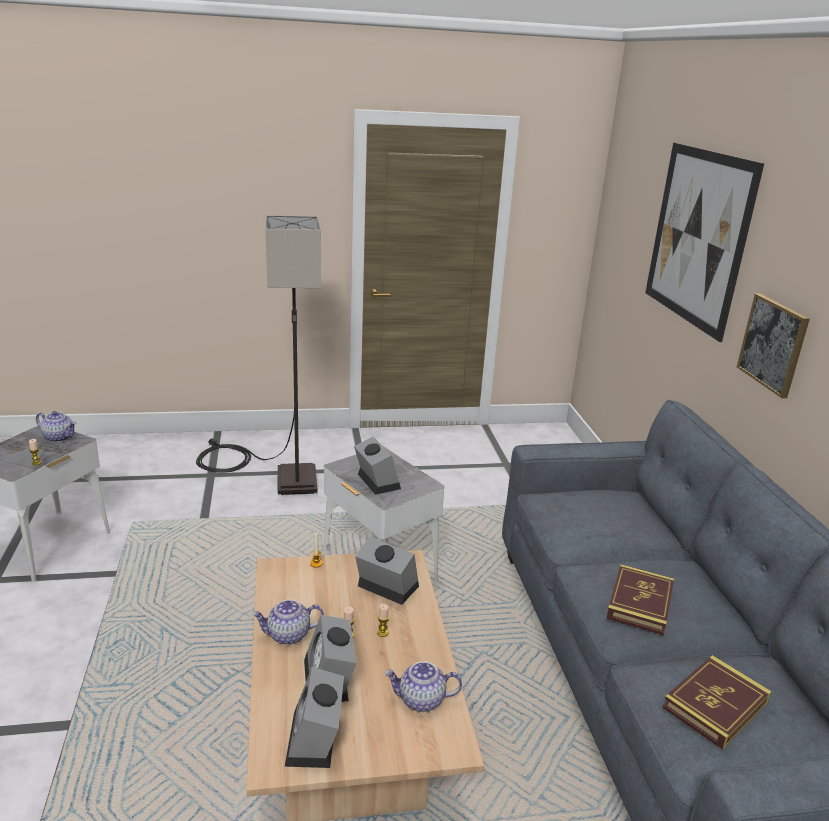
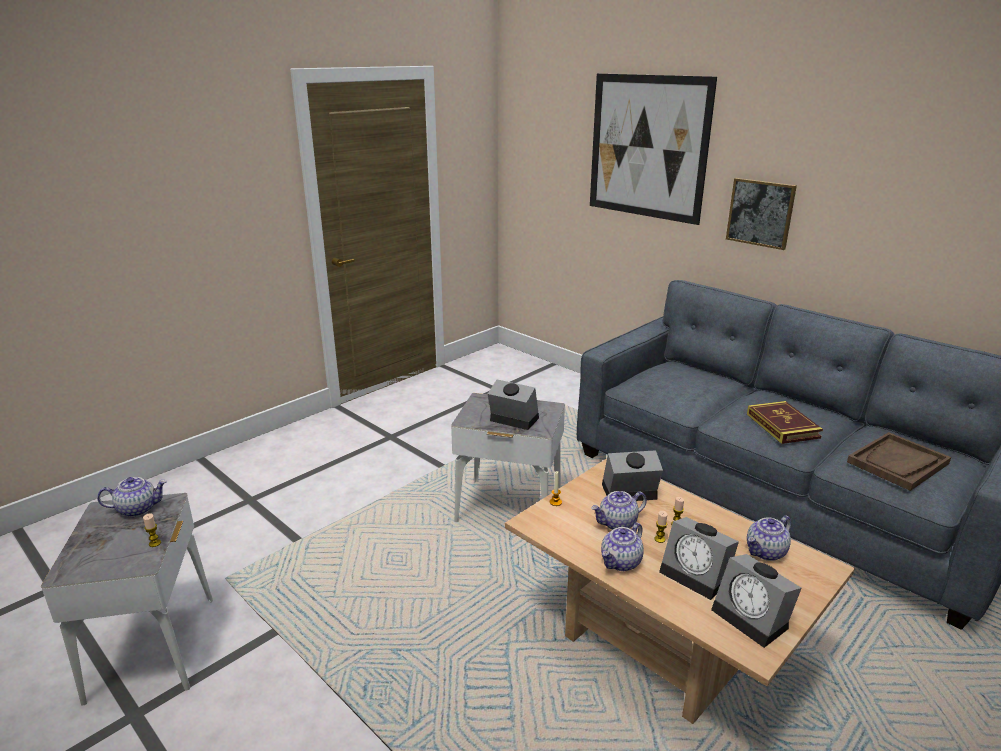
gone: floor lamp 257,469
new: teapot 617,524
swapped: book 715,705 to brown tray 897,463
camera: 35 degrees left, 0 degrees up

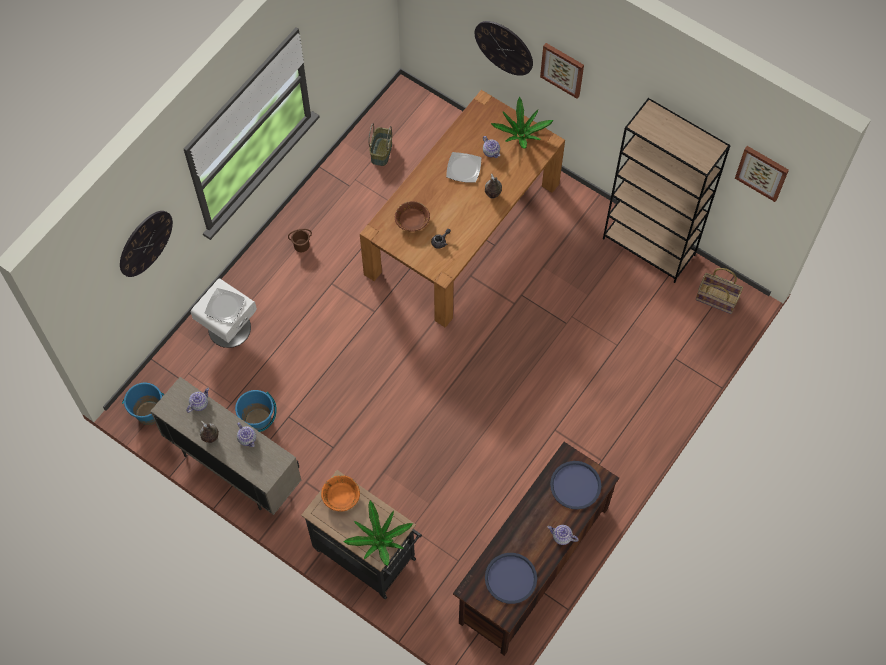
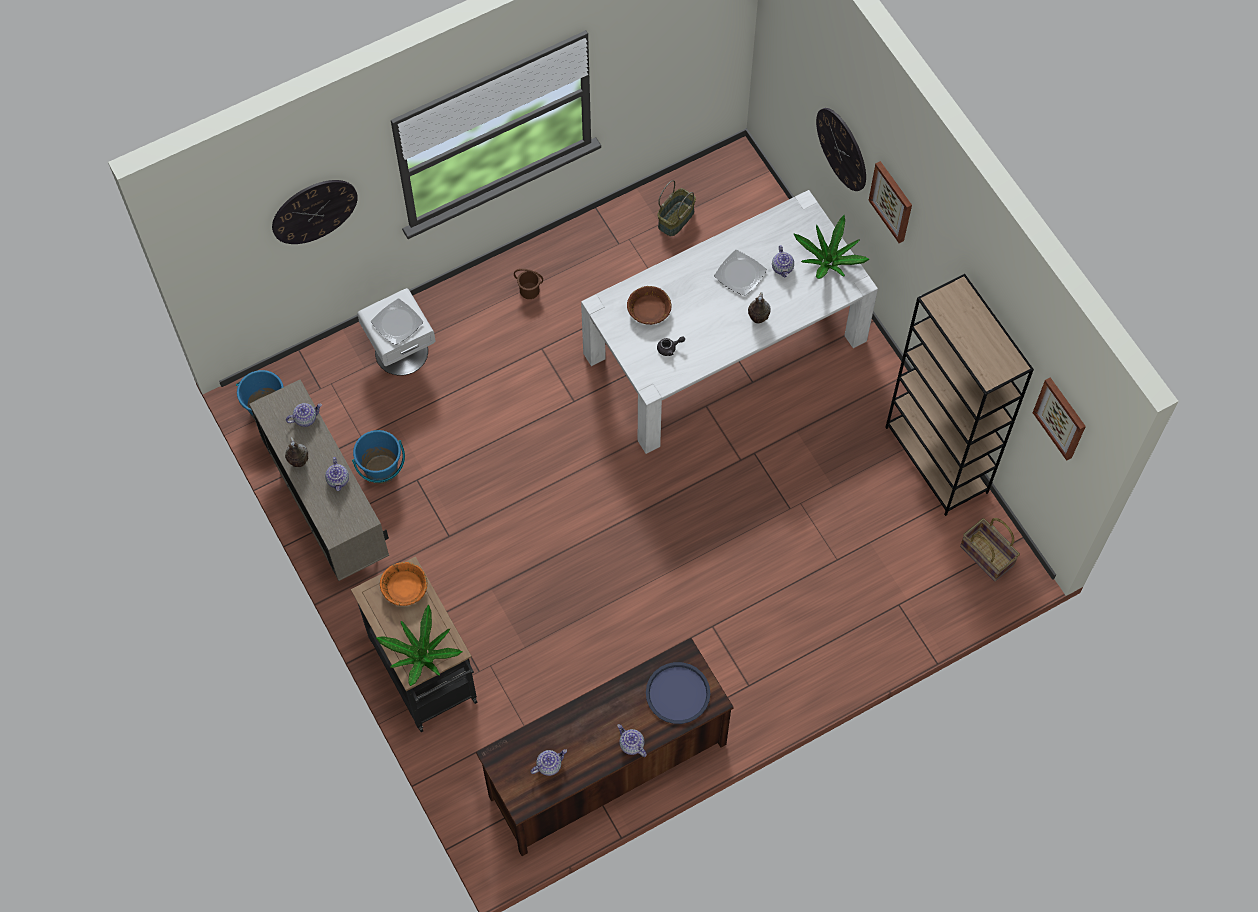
swapped: blue tray 510,578 to teapot 549,765
repainted: brown dining table 462,228 to white dining table 725,347
camera: 25 degrees right, 0 degrees up

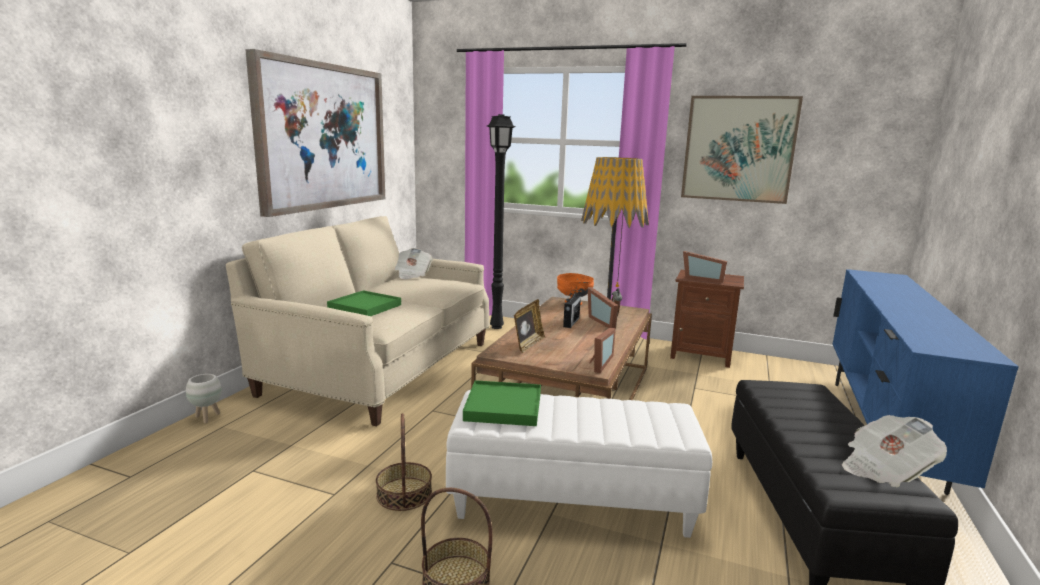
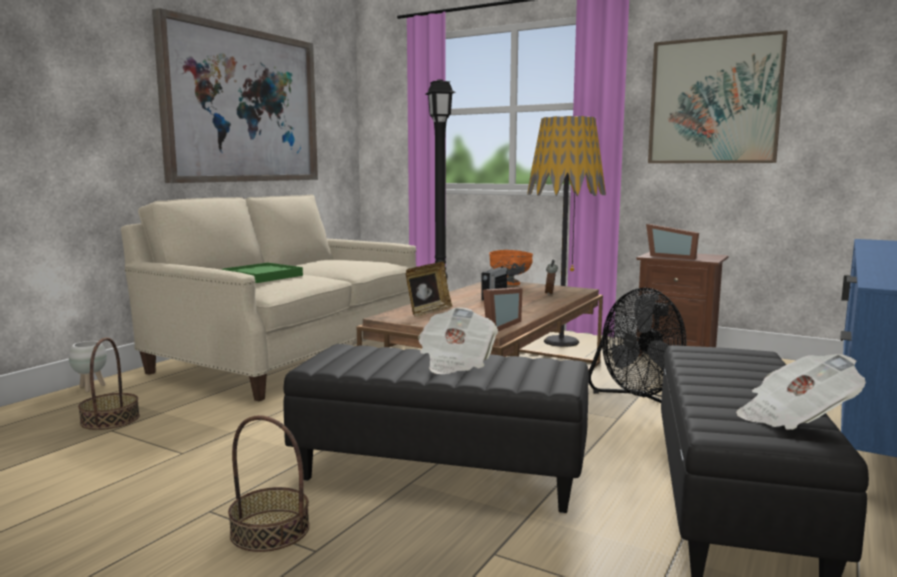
gone: picture frame 604,321; green tray 503,407
new: black fan 644,404
shifted: newspaper 412,274 to 455,362; basket 404,494 to 110,419
repainted: white ottoman 572,501 to black ottoman 441,473
camera: 10 degrees right, 5 degrees down

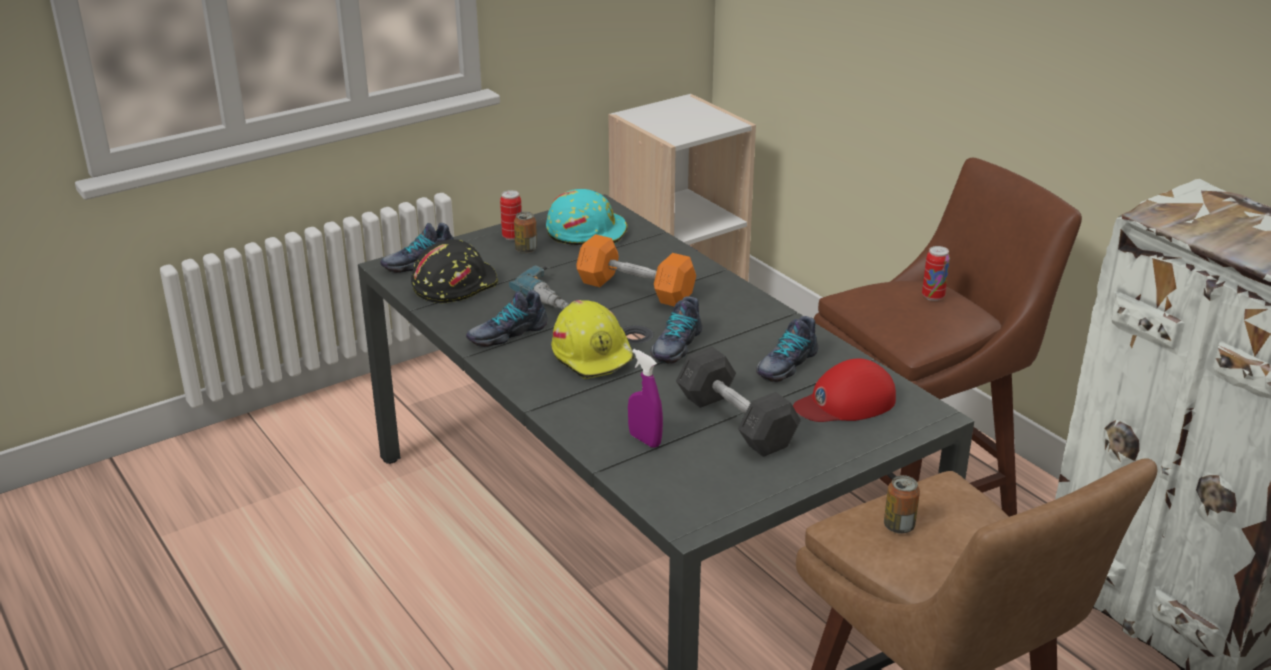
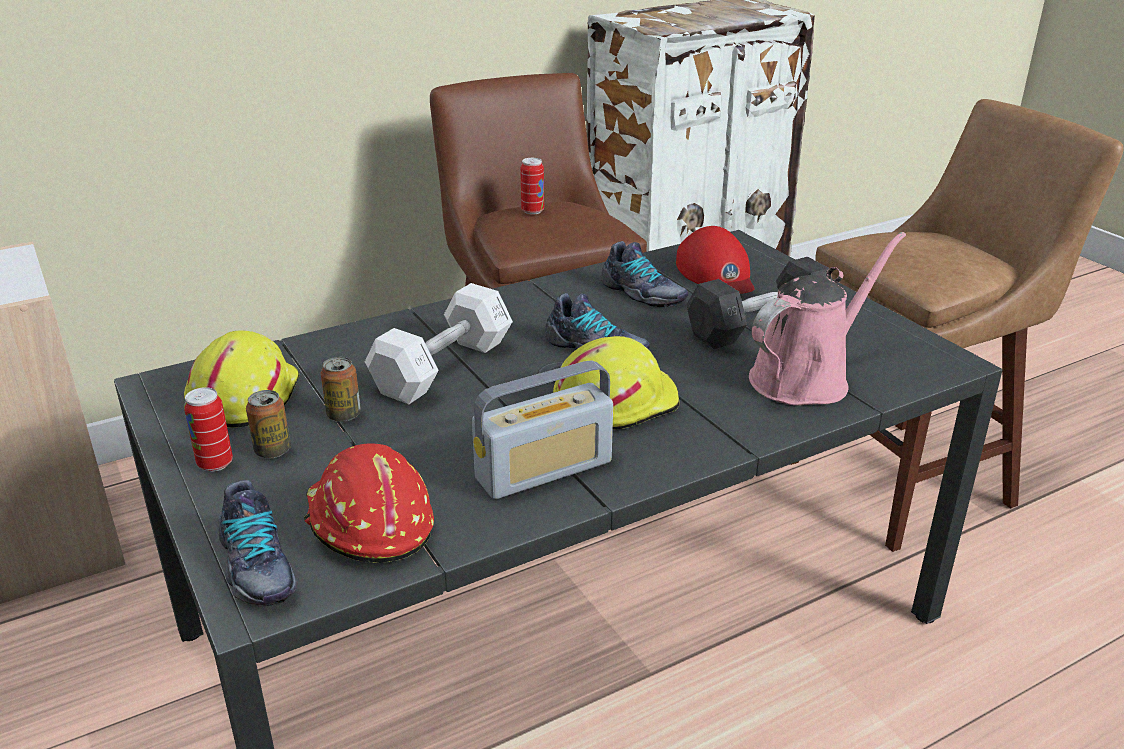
gone: power drill 551,296
shifted: can 899,526 to 344,415
swapped: shoe 506,333 to radio 544,470; purple spray bottle 645,440 to pink watering can 806,378
repainted: turquoise hard hat 586,232 to yellow hard hat 243,397; orange dumbbell 635,289 to white dumbbell 443,367; black hard hat 454,285 to red hard hat 367,523
camera: 85 degrees left, 0 degrees up

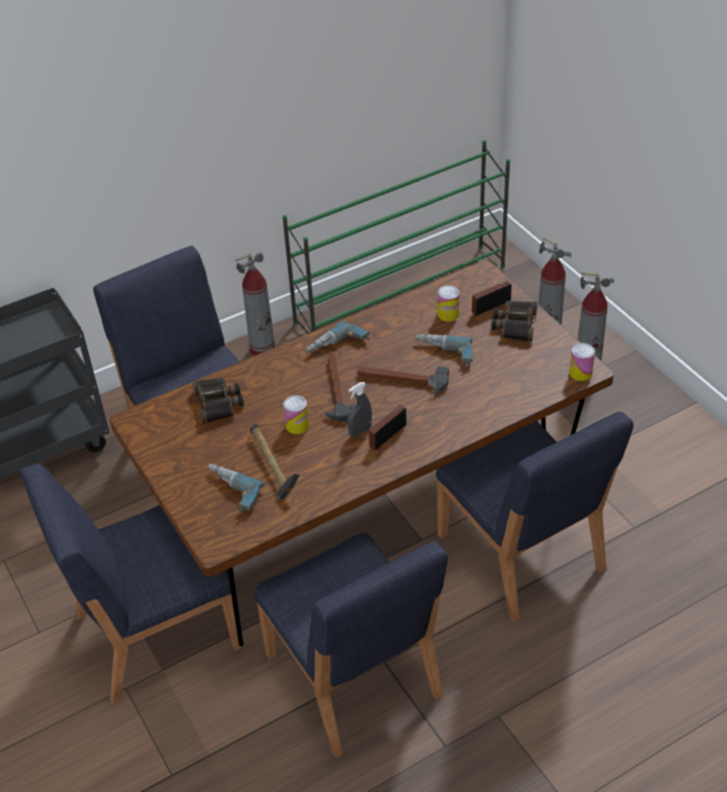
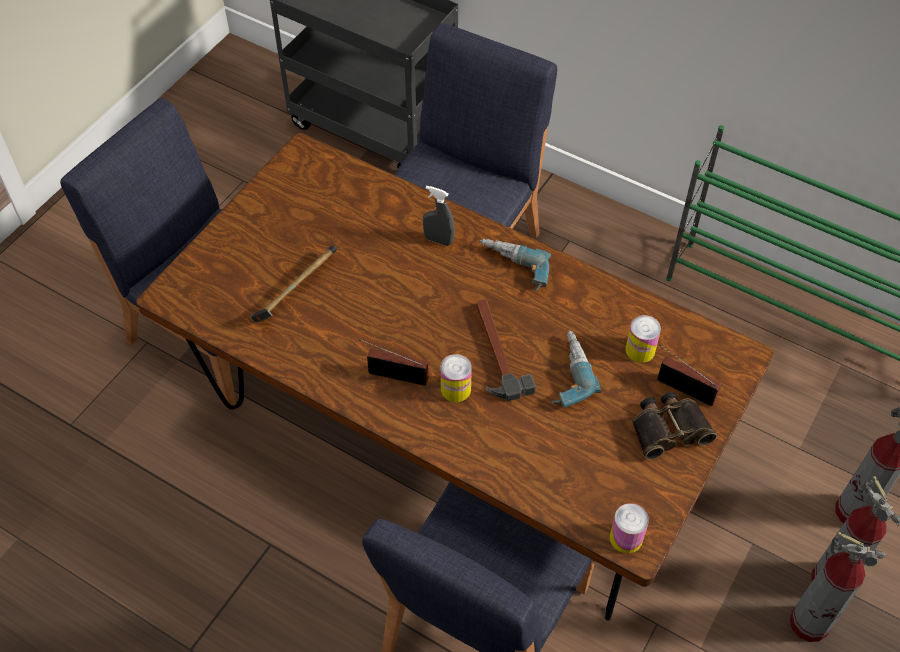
gone: hammer 337,390; binoculars 219,403; power drill 229,492; blue chair 353,677
shifted: fire extinguisher 263,349 to 809,623; grey spray bottle 360,431 to 438,240; can 297,425 to 455,389
camera: 60 degrees right, 10 degrees up

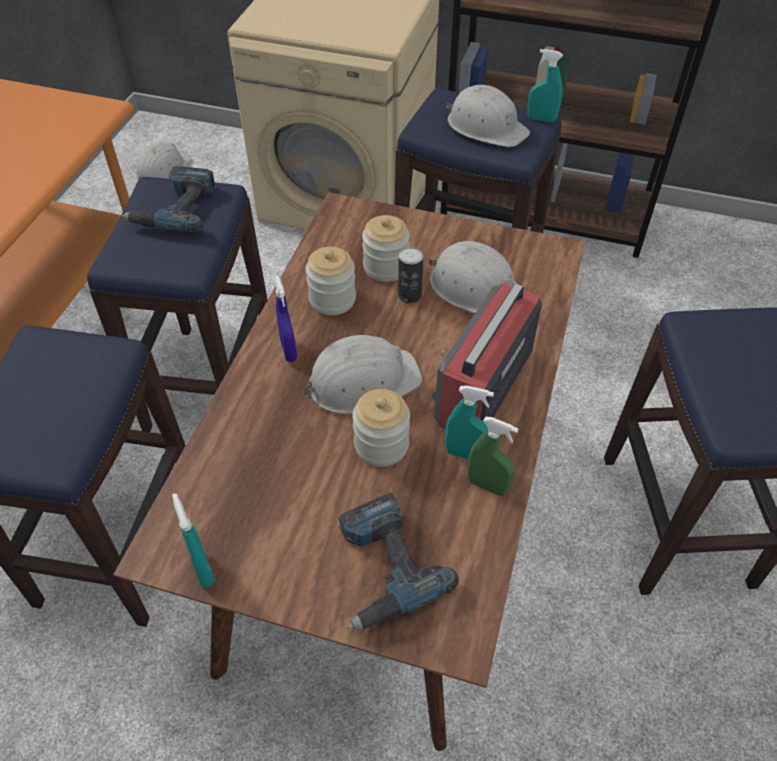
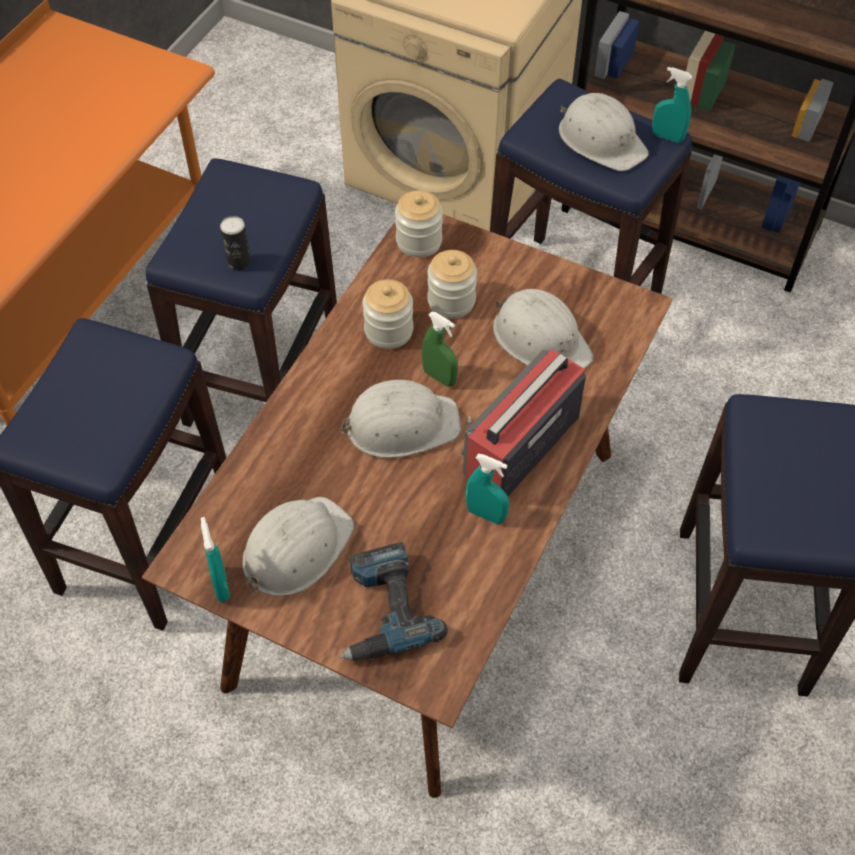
gone: power drill 175,208; blue spray bottle 288,350
shifted: white hard hat 162,170 to 295,548; can 409,295 to 239,262; jar 381,445 to 419,241; green spray bottle 488,485 to 439,377
camera: 10 degrees right, 5 degrees up

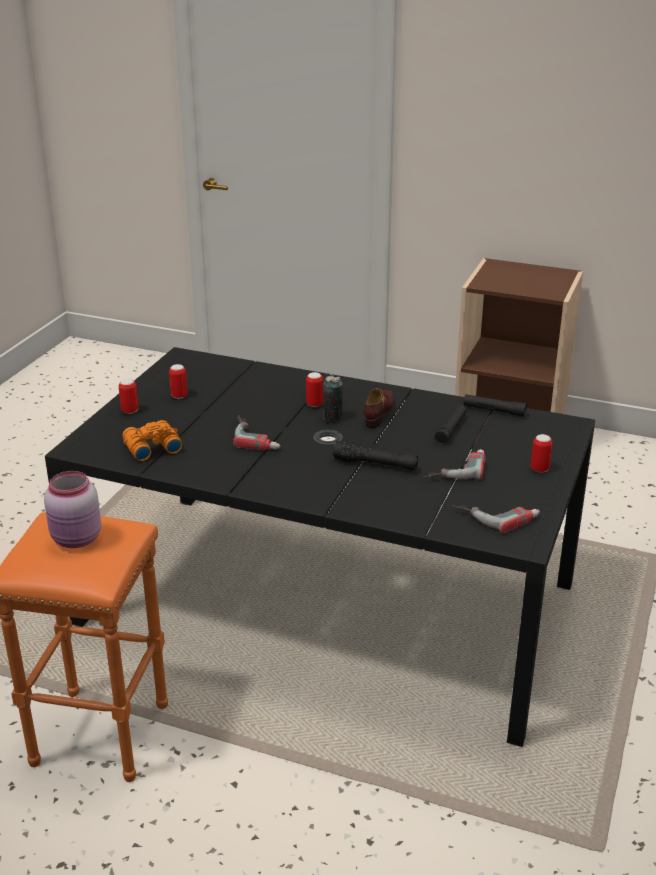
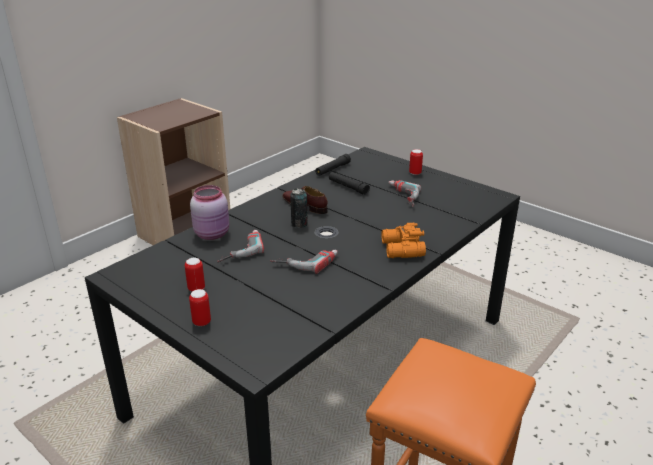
gone: can 314,404; black flashlight 375,464
shifted: orange binoculars 151,447 to 401,249; pink jar 77,539 to 213,234; power drill 496,515 to 239,249
camera: 70 degrees left, 0 degrees up

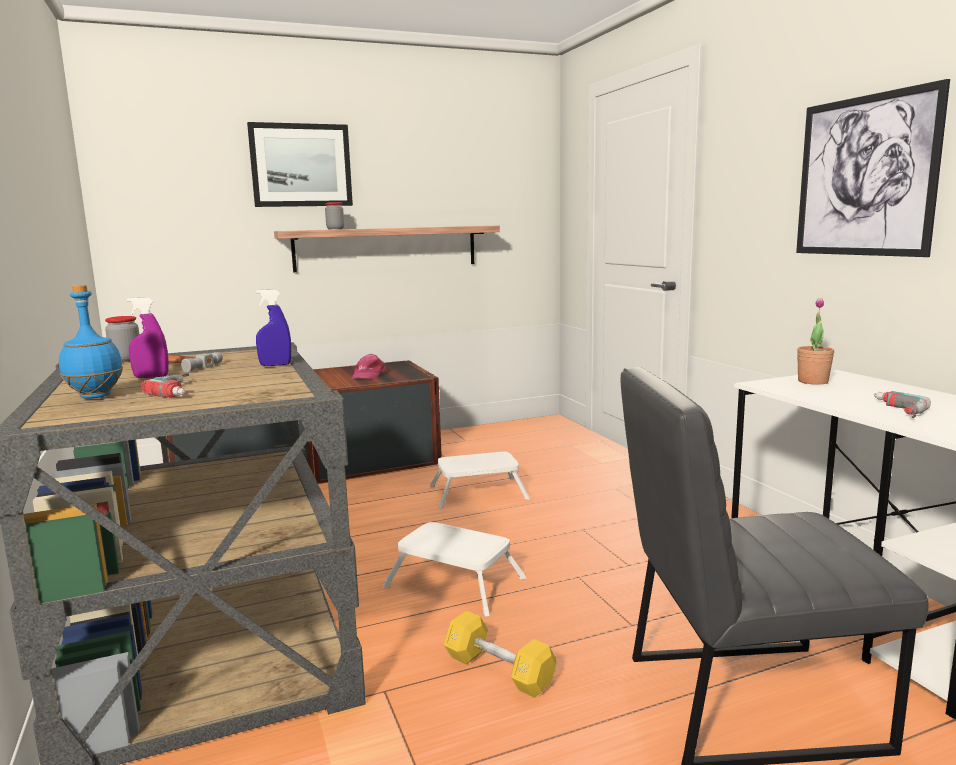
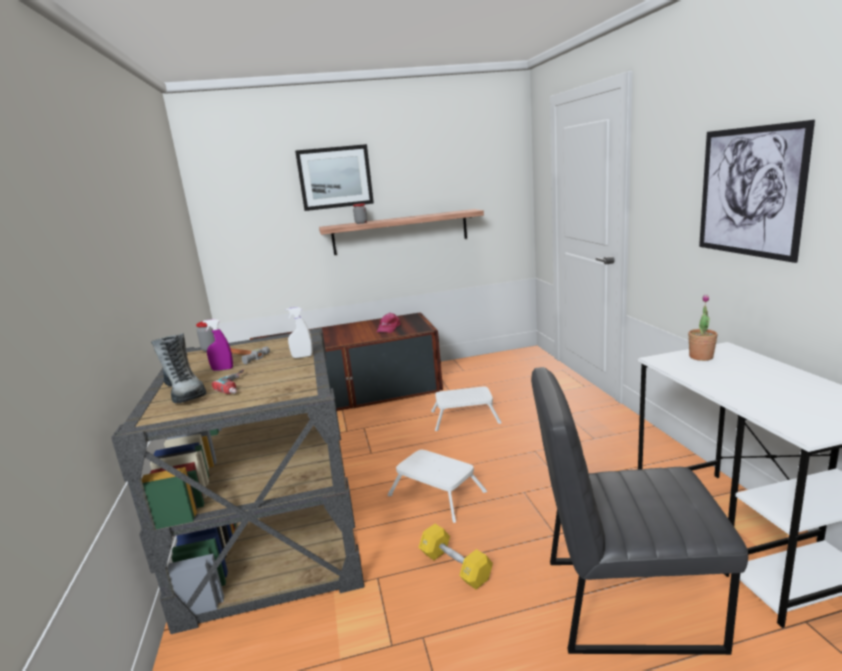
gone: power drill 893,411
swapped: blue bottle 96,396 to boot 185,392
repainted: blue spray bottle 275,365 to white spray bottle 302,356
camera: 10 degrees right, 5 degrees up

